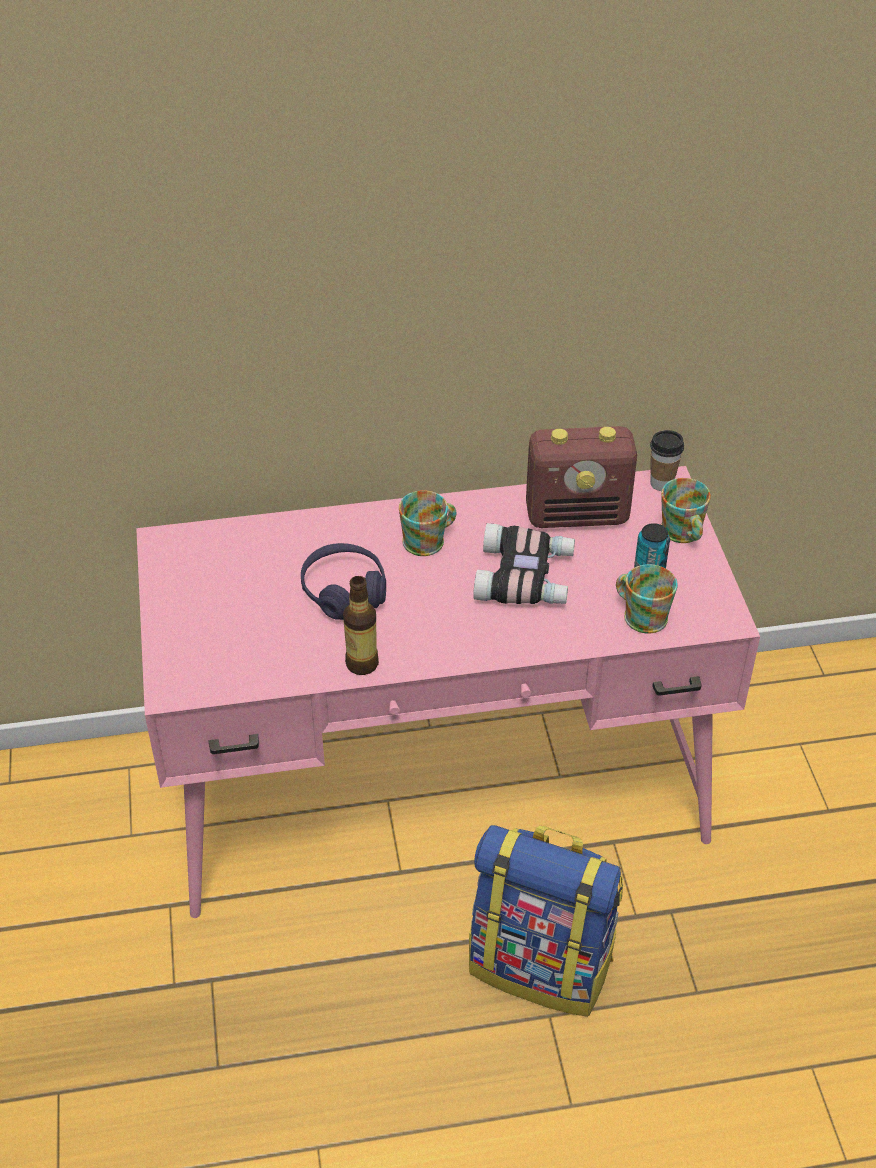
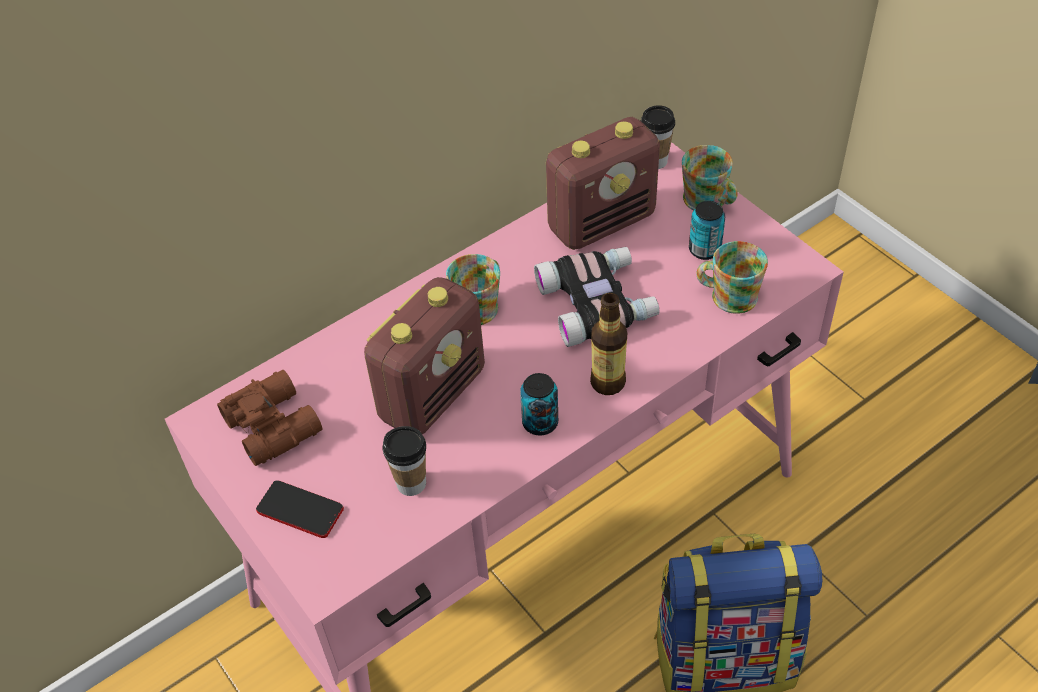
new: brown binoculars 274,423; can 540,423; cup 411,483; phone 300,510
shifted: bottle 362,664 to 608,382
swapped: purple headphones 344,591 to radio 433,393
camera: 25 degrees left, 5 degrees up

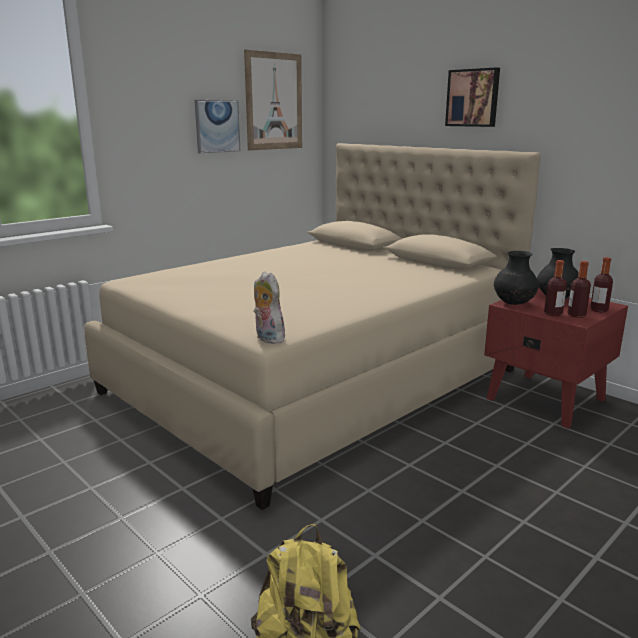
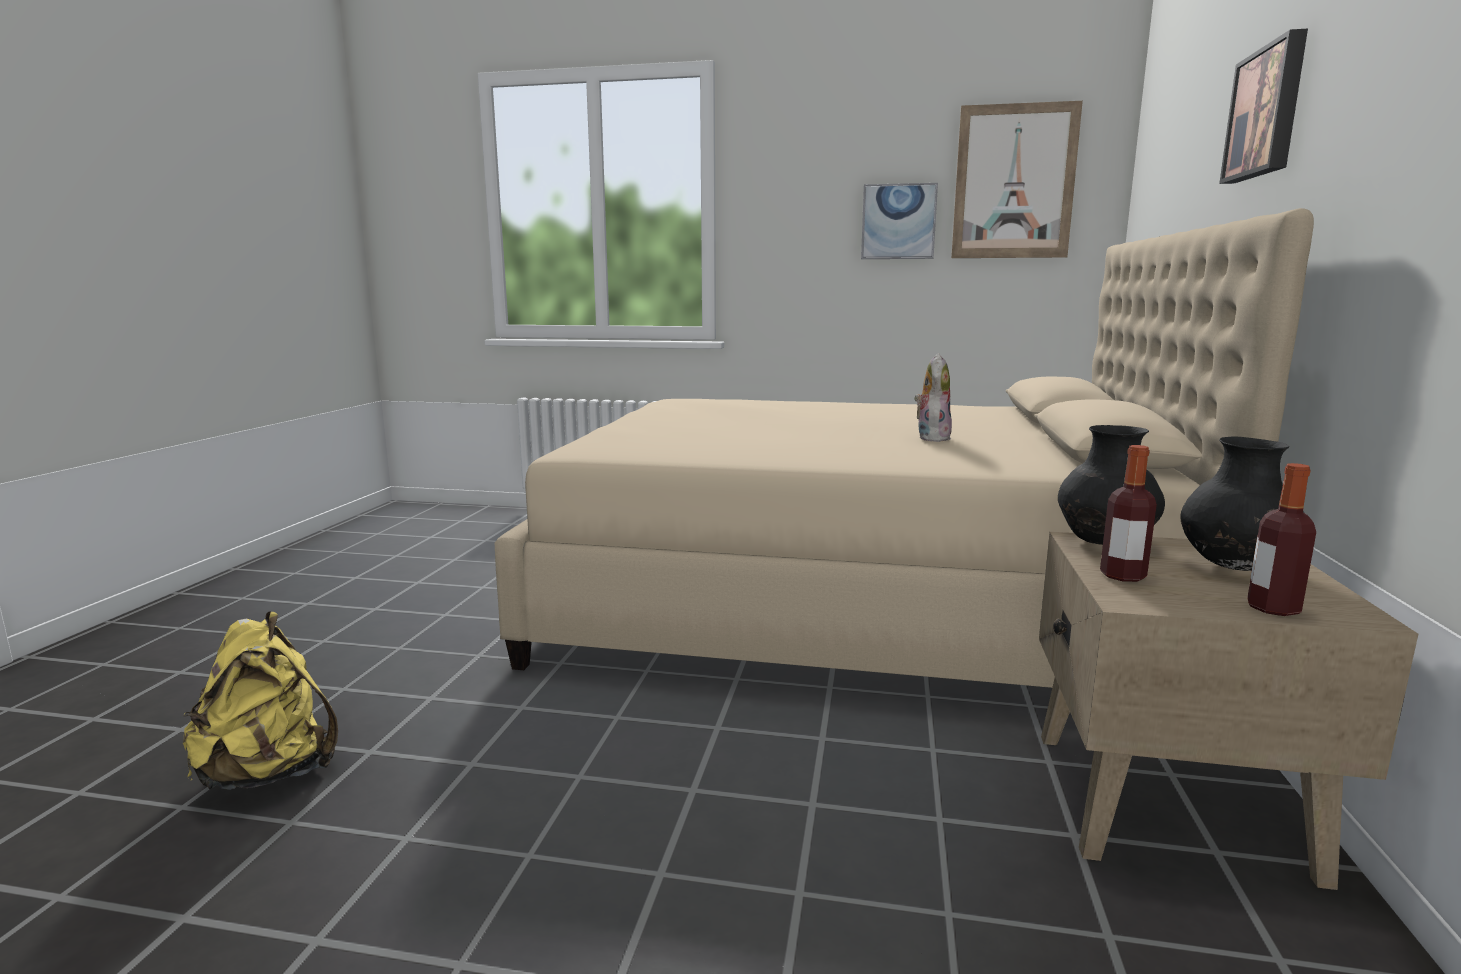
gone: bottle 576,315
shifted: plush toy 267,338 to 931,438
repainted: red nightstand 547,399 to beige nightstand 1168,804
camera: 55 degrees right, 5 degrees down

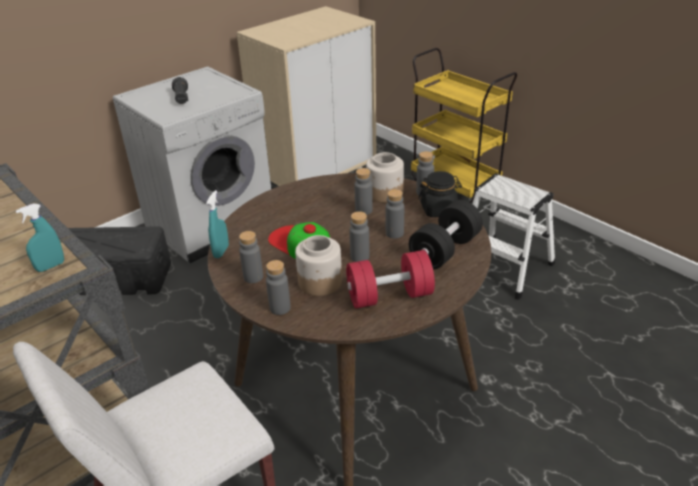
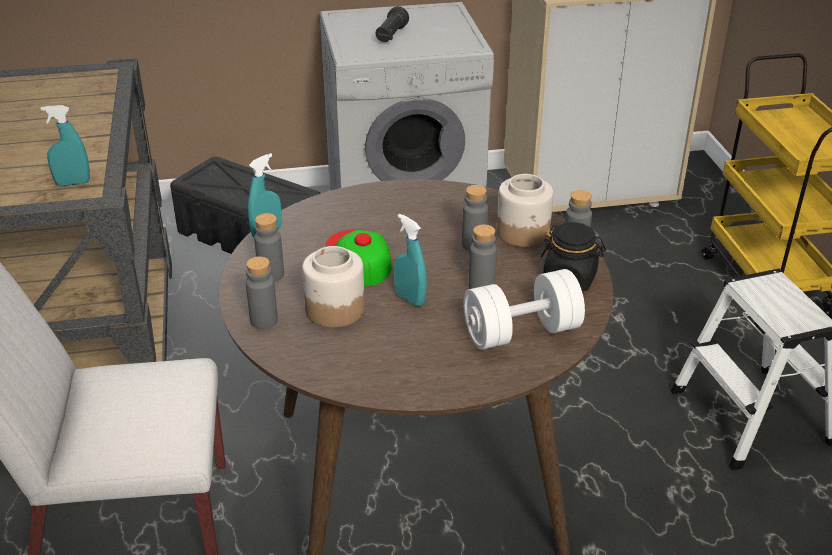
gone: red dumbbell 389,296
swapped: grey bottle 360,256 to turquoise spray bottle 410,298
repainted: black dumbbell 445,250 to white dumbbell 521,332
camera: 30 degrees right, 0 degrees up

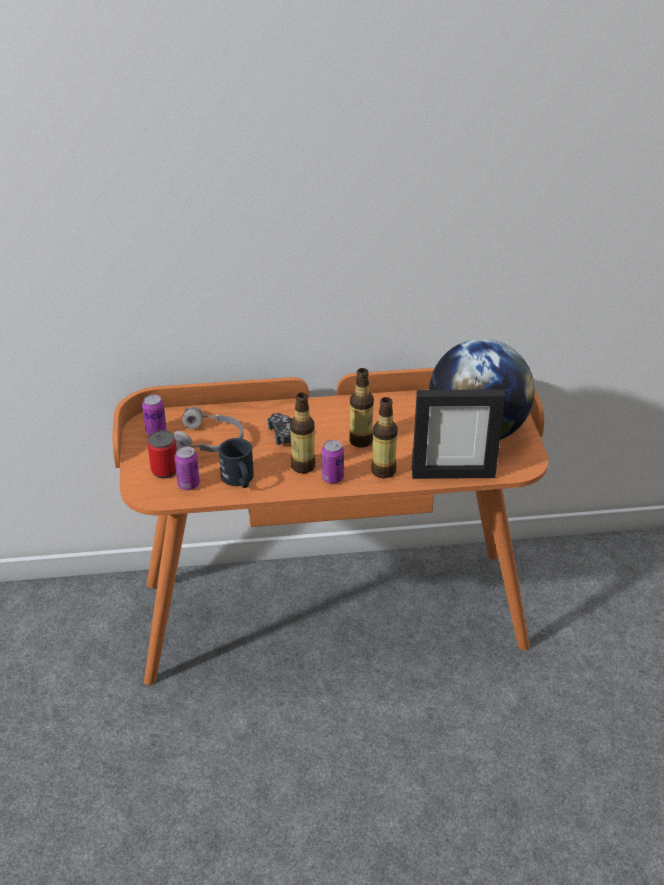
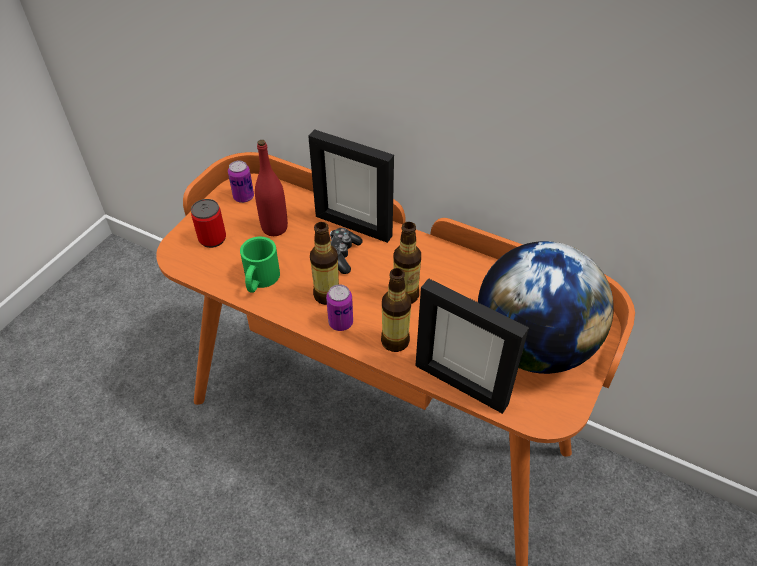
gone: can 188,484
new: picture frame 354,225
swapped: grey headphones 209,441 to red bottle 274,228
repainted: black mug 239,480 to green mug 260,281
camera: 35 degrees right, 10 degrees up

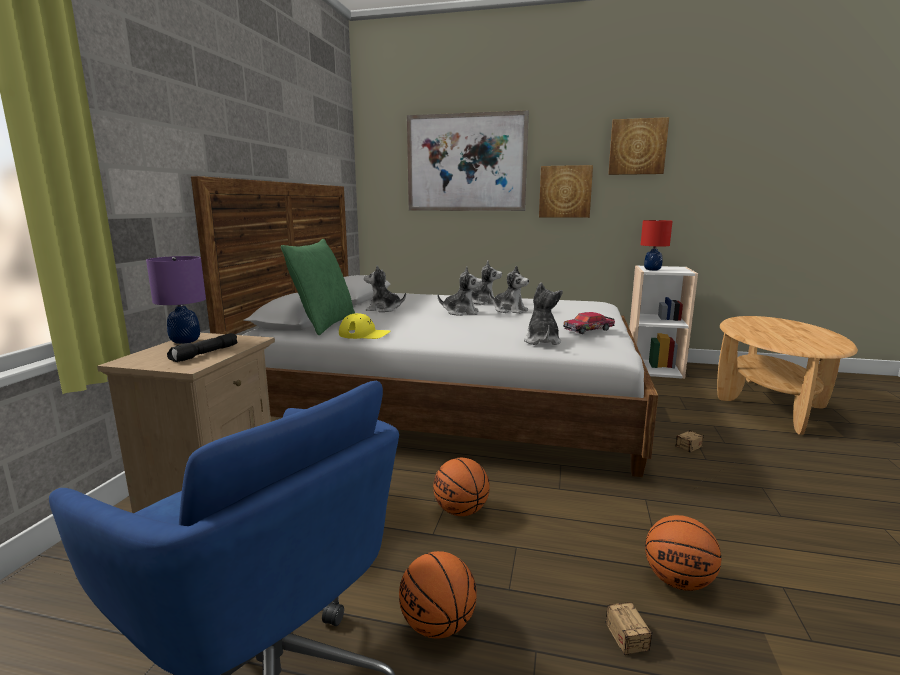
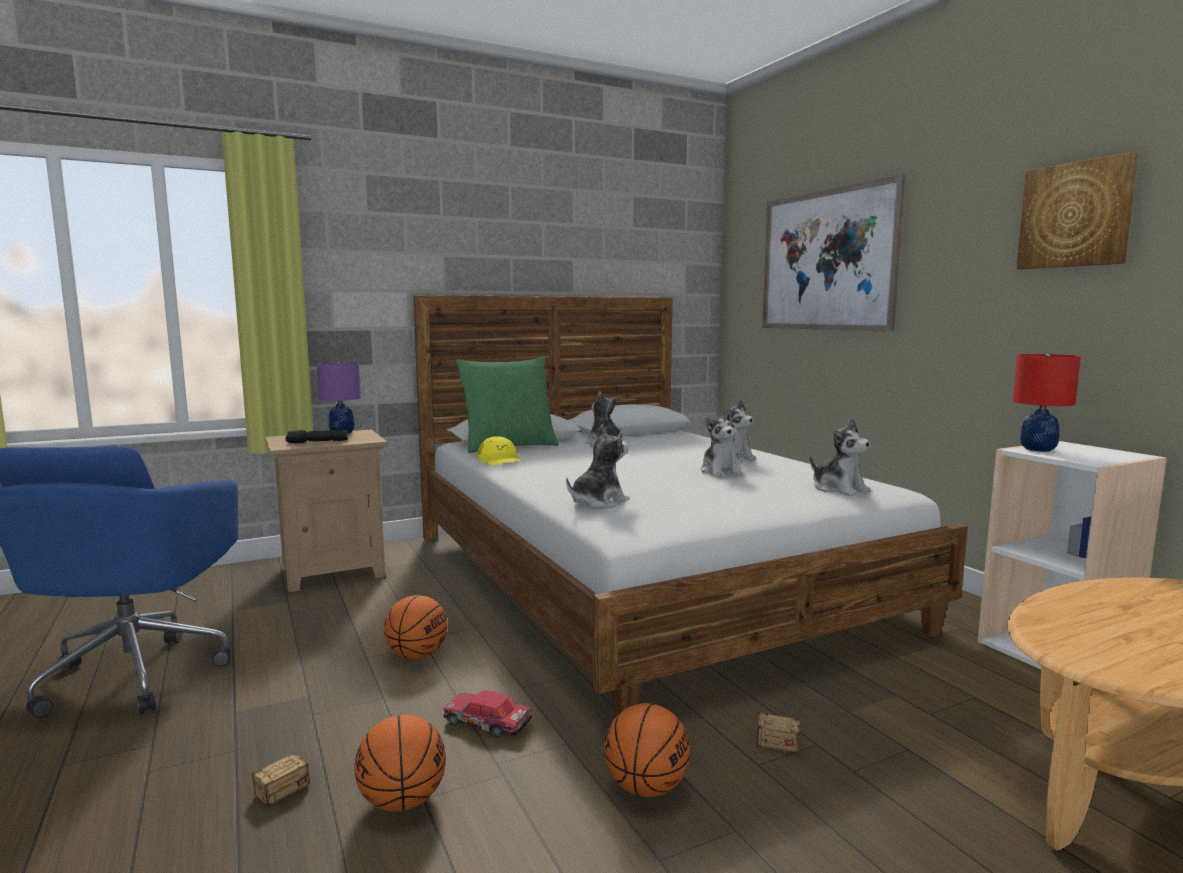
gone: picture 565,191
shifted: plush toy 461,312 to 839,489; toy car 589,330 to 488,723; basketball 438,625 to 646,787
camera: 50 degrees right, 5 degrees down

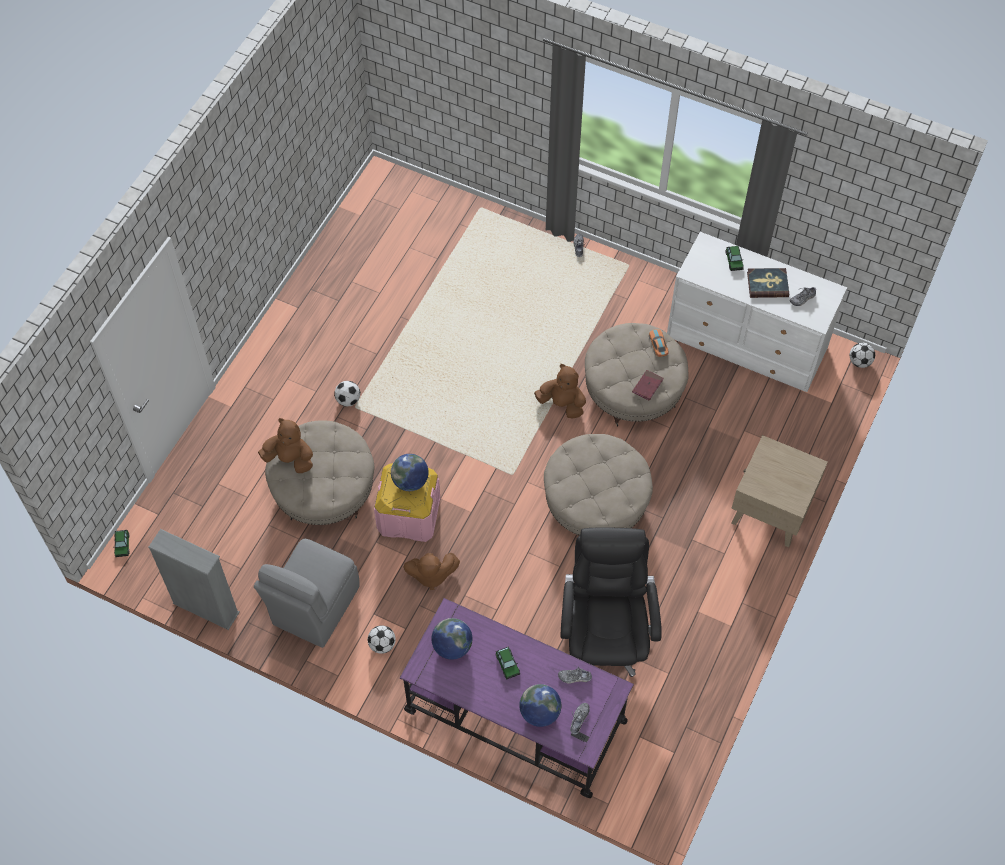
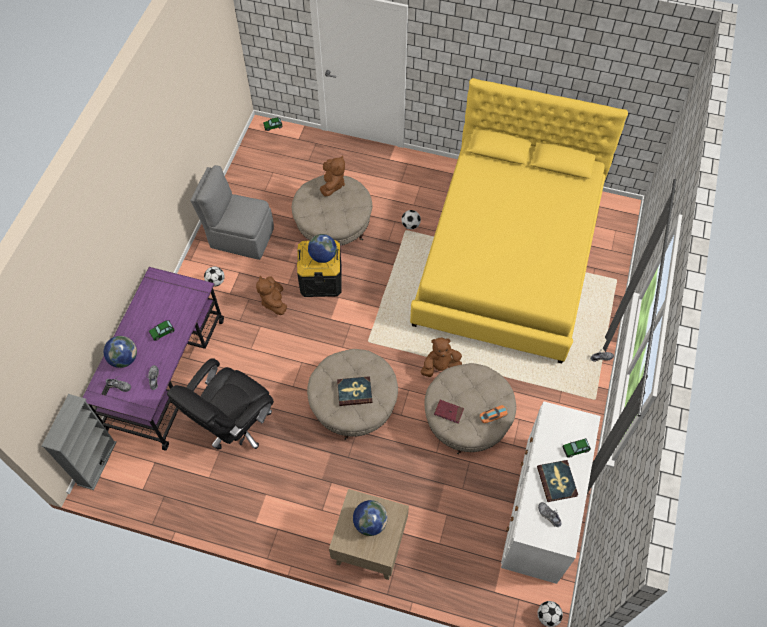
new: yellow bed 509,257; book 354,392
shifted: grey bookcase 206,608 to 97,463; globe 452,646 to 370,523
repainted: pink storage box 408,515 to black storage box 321,279
rotated: brown plush toy 562,404 = 440,367 120 degrees counterclockwise; black office chair 605,638 = 234,427 135 degrees clockwise
camera: 80 degrees right, 0 degrees up

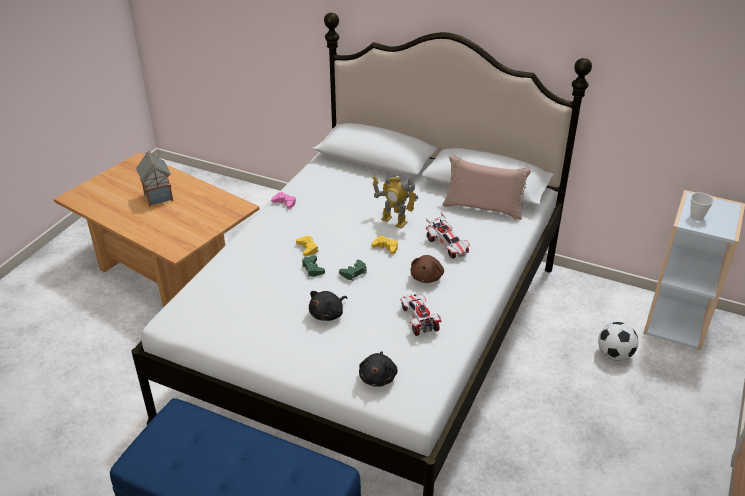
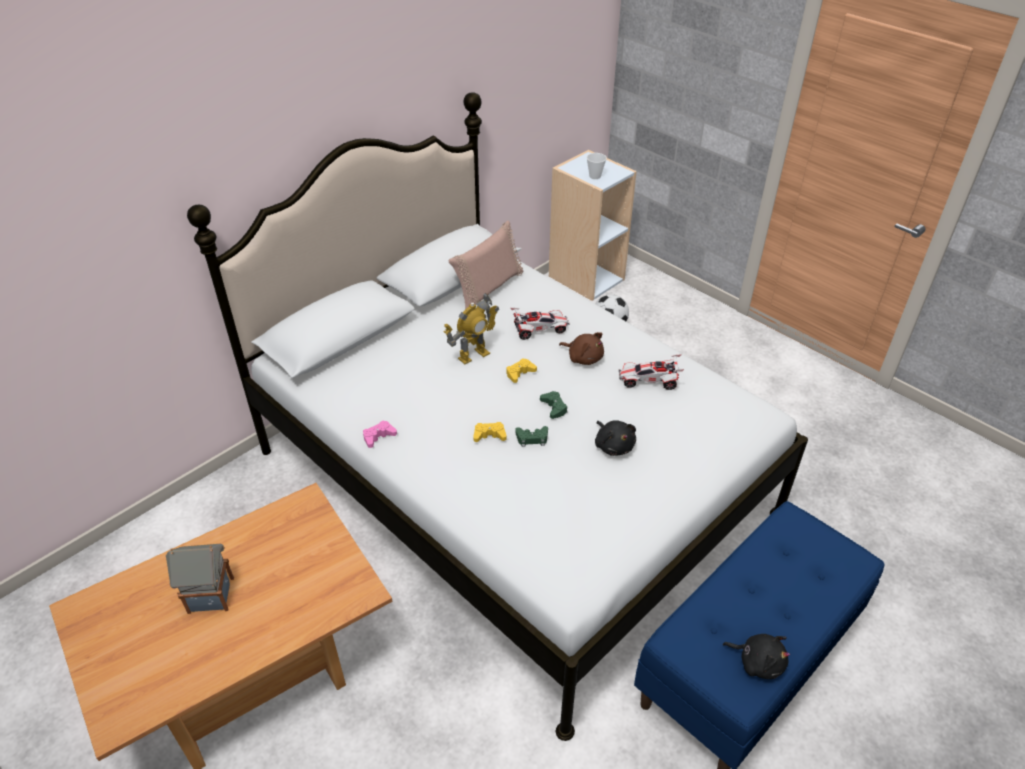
shifted: black plush toy 378,377 to 758,662
camera: 70 degrees left, 5 degrees up

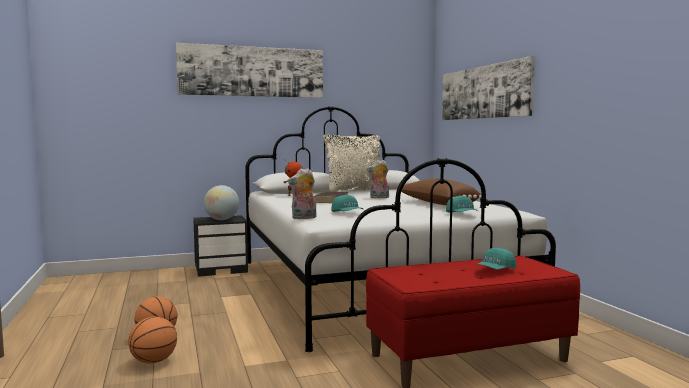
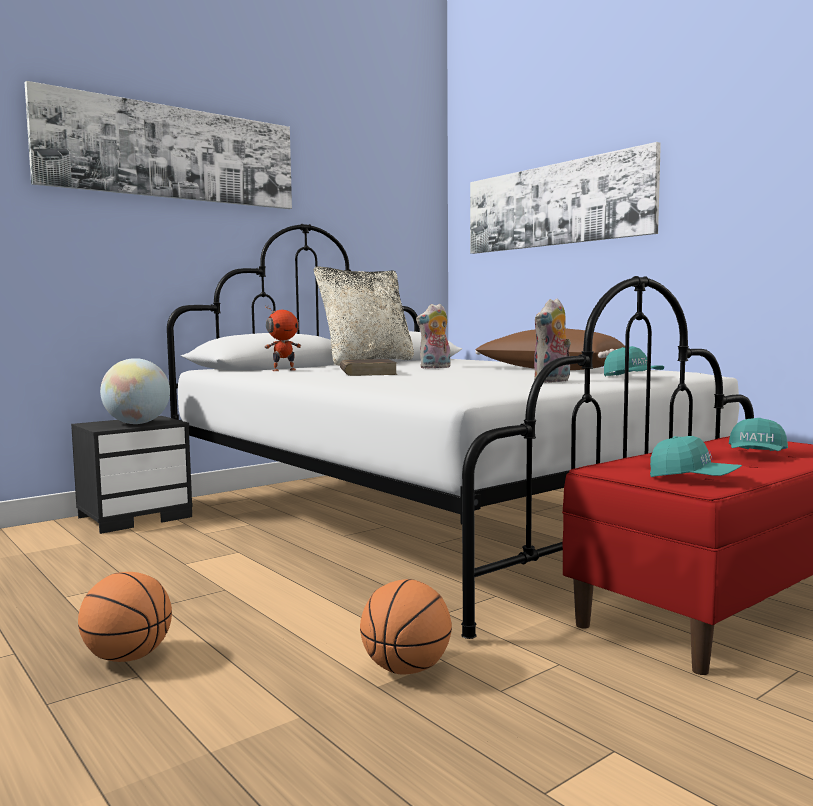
shifted: plush toy 304,218 to 552,381; turquoise cap 347,213 to 693,479; basketball 154,361 to 406,670
camera: 20 degrees left, 0 degrees up

